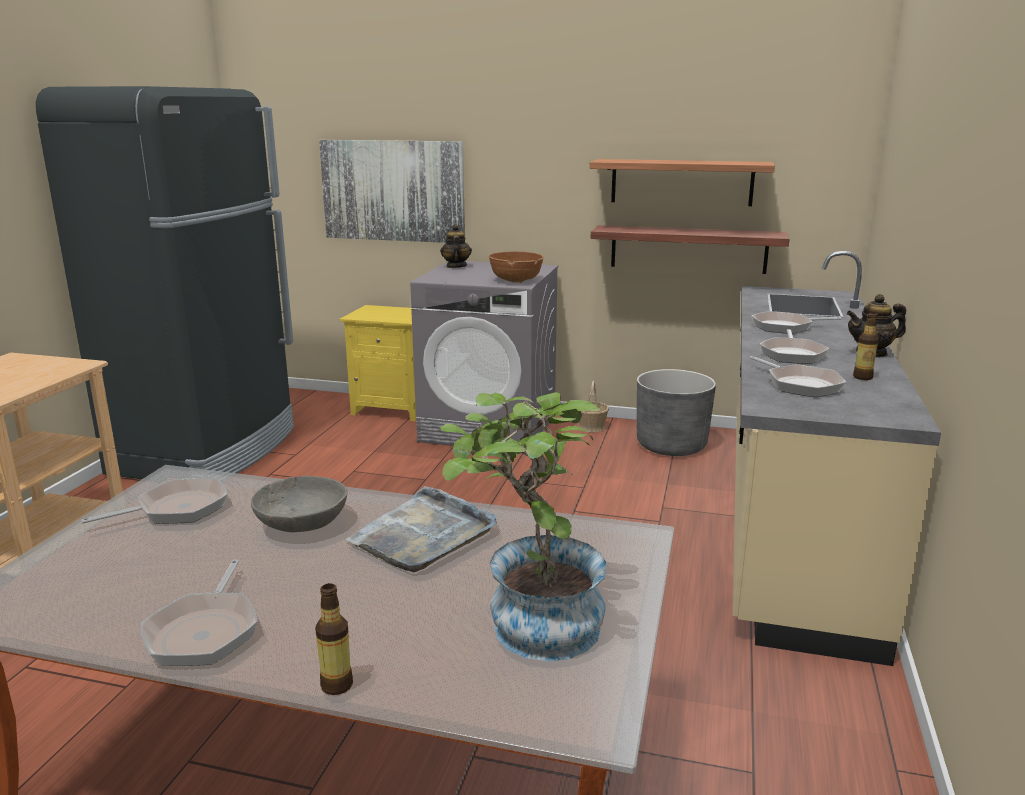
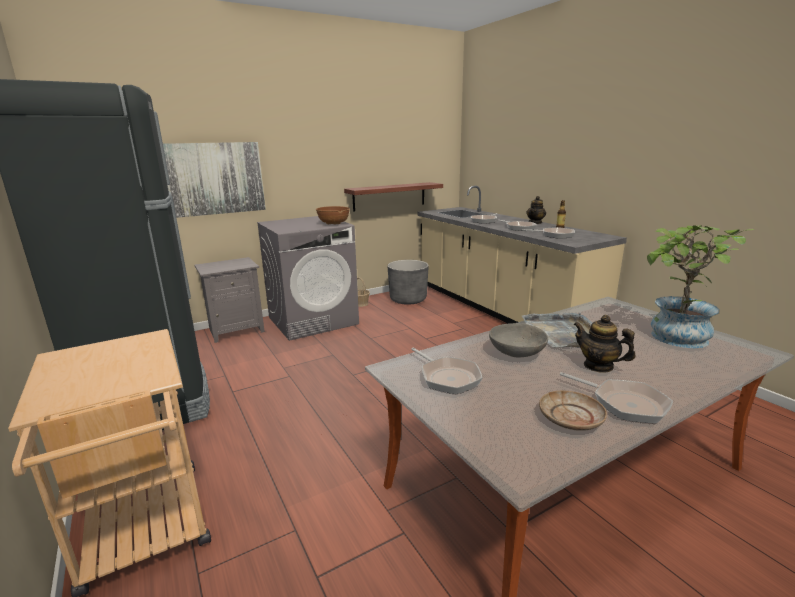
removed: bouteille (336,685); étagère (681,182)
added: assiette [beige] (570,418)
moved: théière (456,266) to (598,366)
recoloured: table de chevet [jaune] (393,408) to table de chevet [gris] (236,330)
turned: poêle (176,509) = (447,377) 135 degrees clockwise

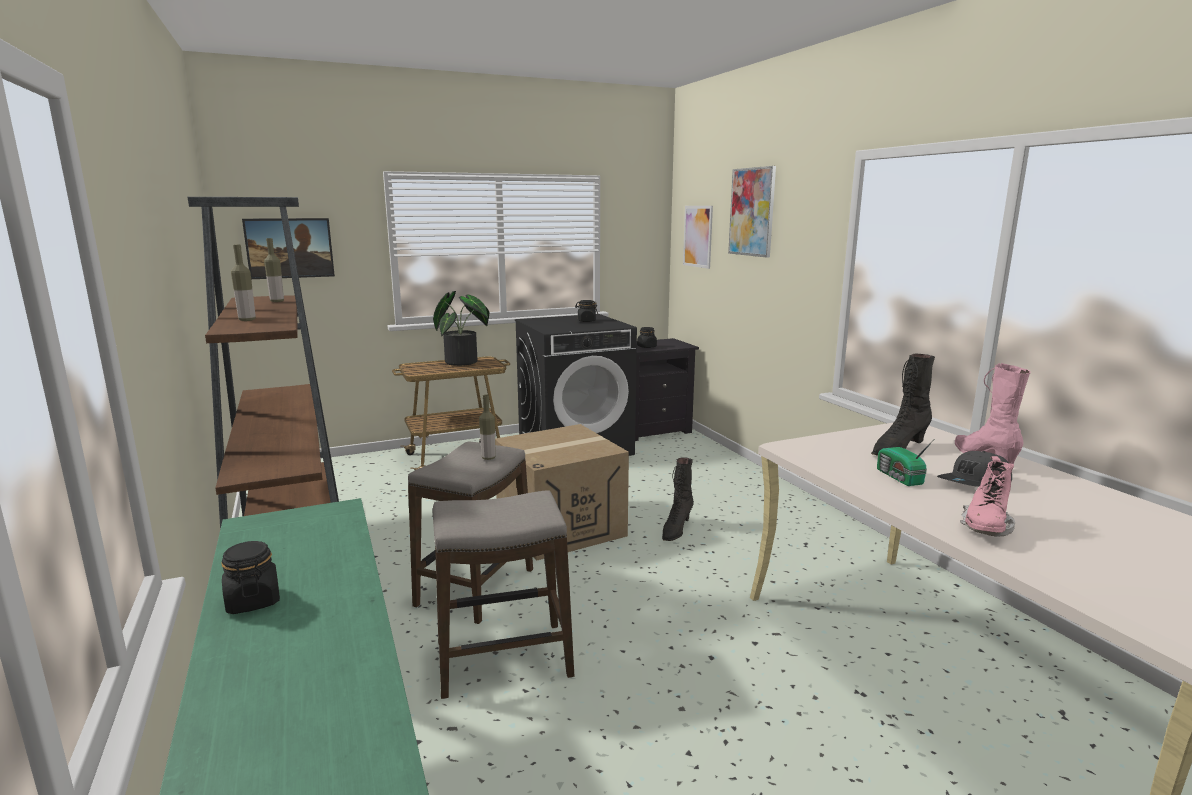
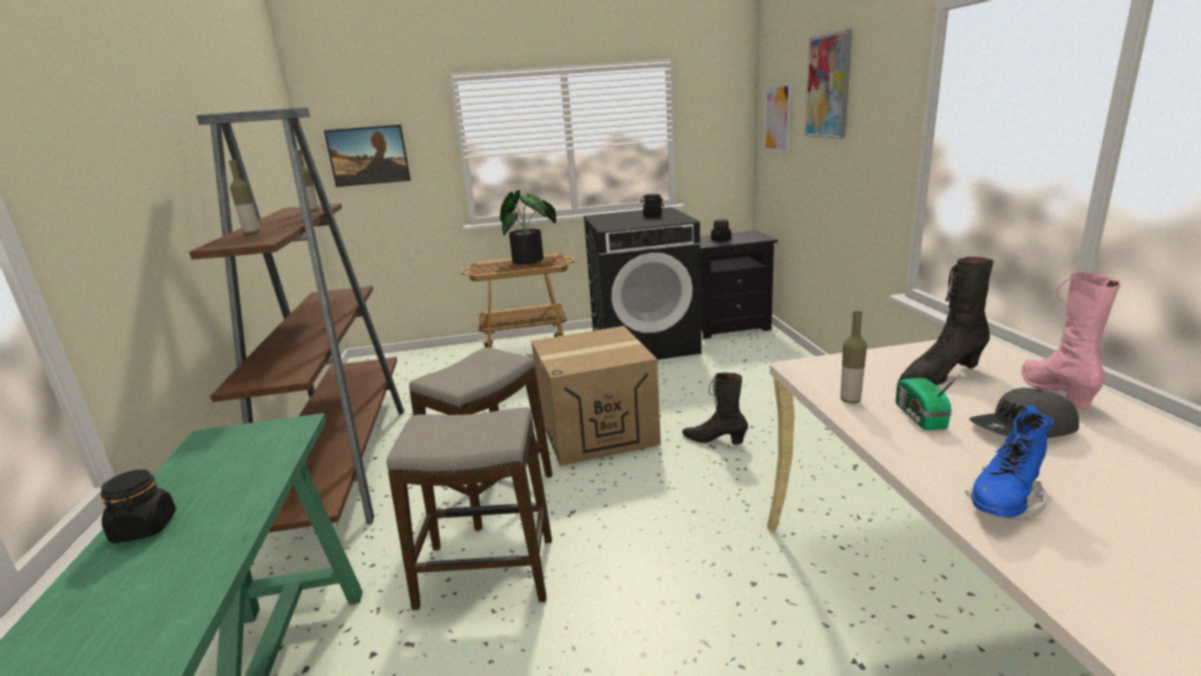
moved: bouteille (488,458) to (850,400)
recoloured: botte [rose] (985,527) to botte [bleu] (1004,502)
turned: botte [noir] (676,529) = (714,440) 75 degrees clockwise

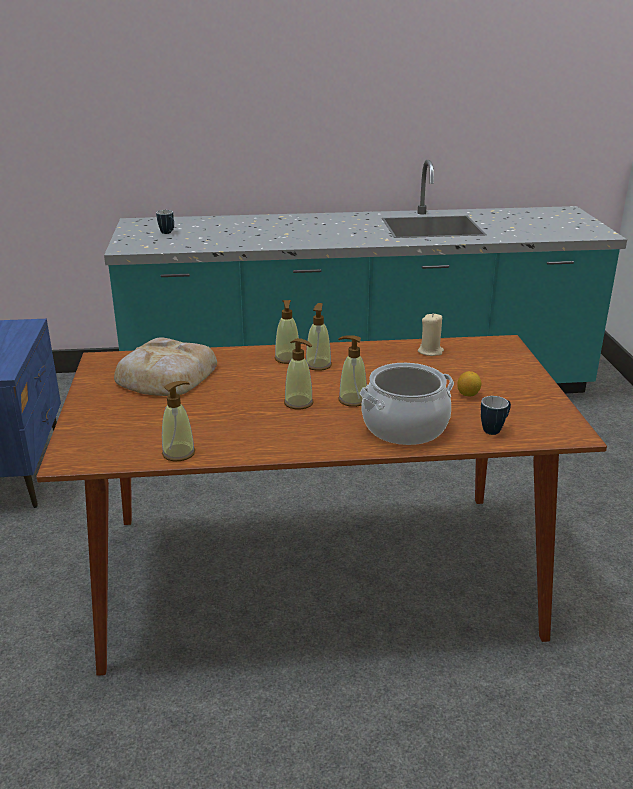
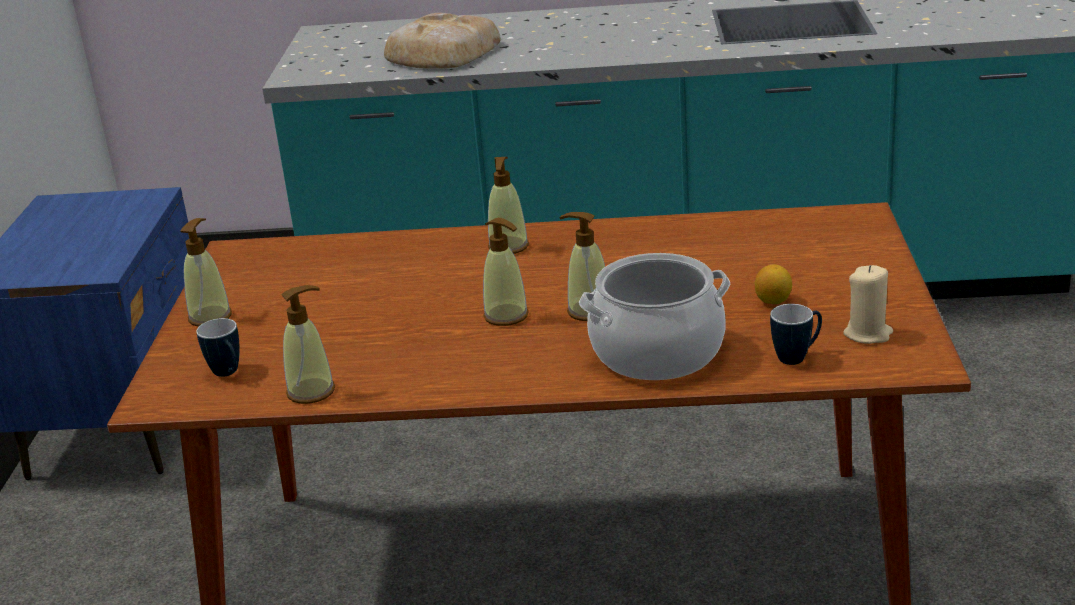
moved: pain (165,376) to (441,53); mug (168,233) to (229,374); distributeur de savon (318,365) to (210,317); bougie [beige] (430,351) to (868,334)

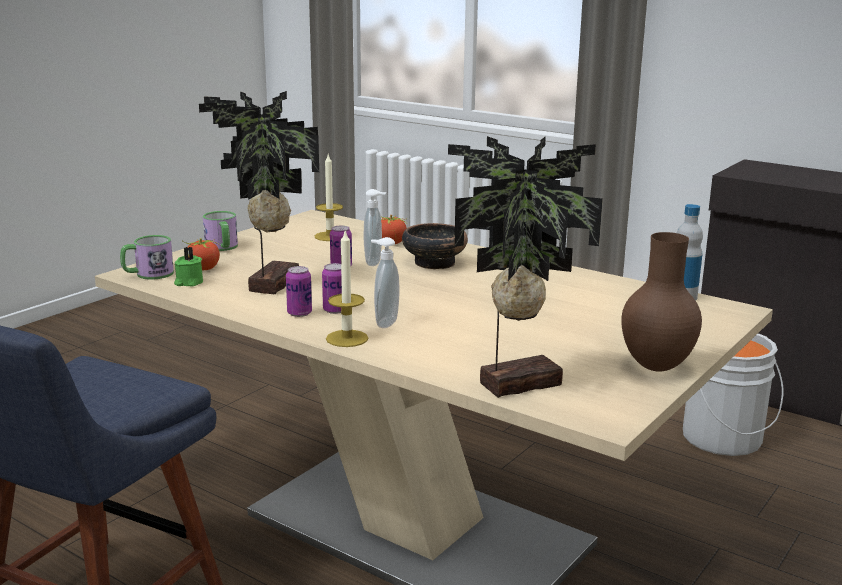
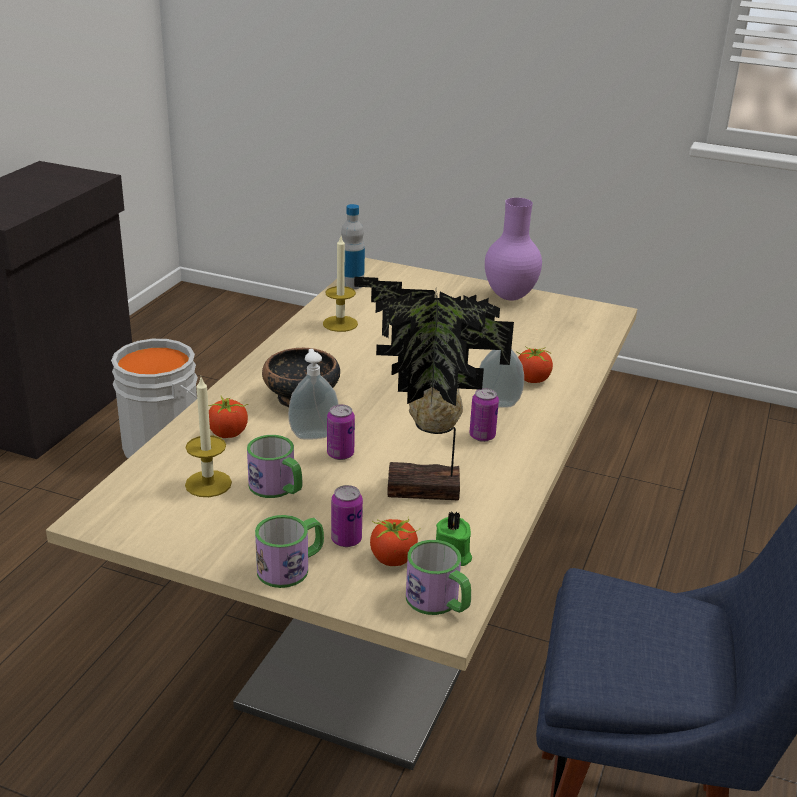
removed: plante en pot (516,382)
added: mug (277,488); tomate (532,380)
moved: boîte métallique (299,313) to (346,540); bougie (347,338) to (340,324)
recoloured: vase [marron] (654,366) to vase [violet] (509,297)

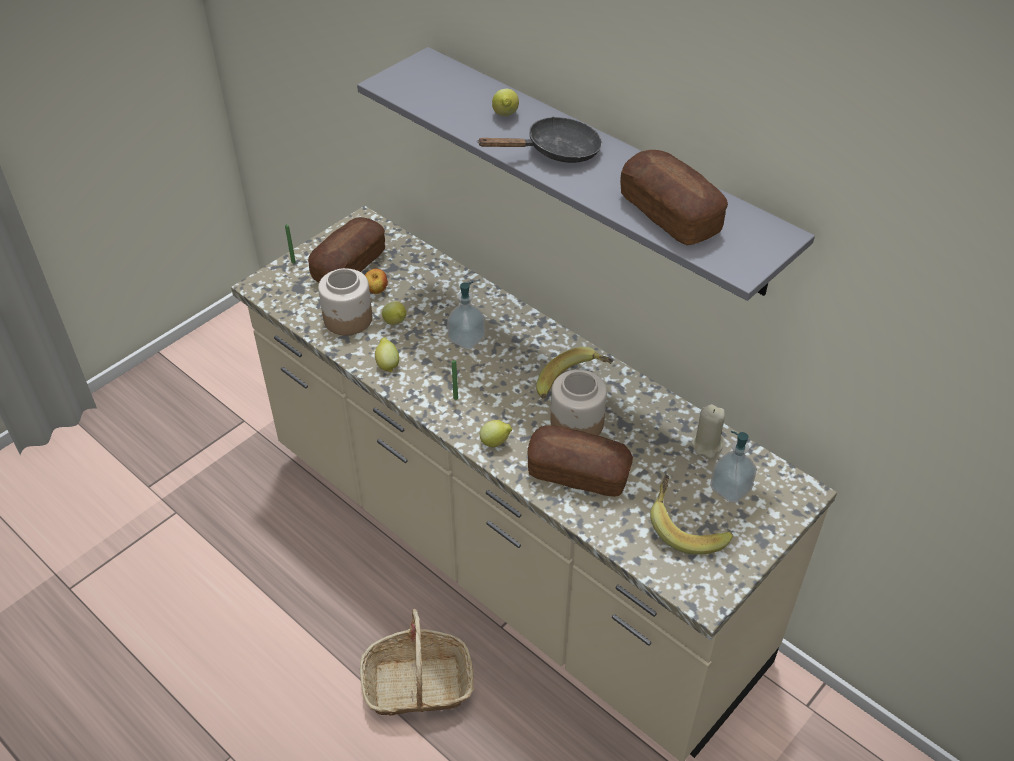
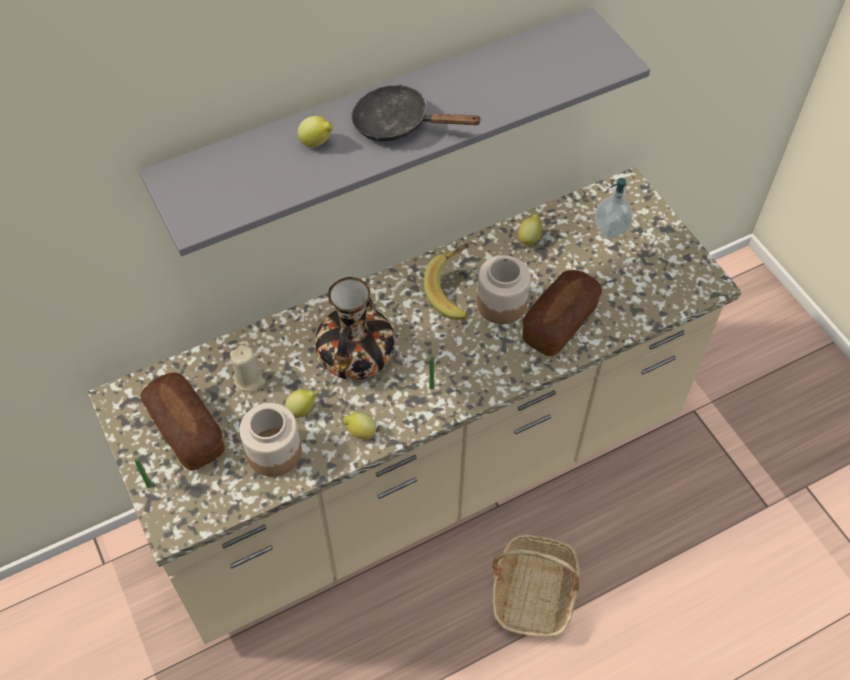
removed: pomme (376,291); pain (669,214); banane (686,527)
moved: citron (496,442) to (529,238); bougie [beige] (707,445) to (249,380)
replaced: distributeur de savon (466,339) to vase (355,355)
turned: poêle [noir] (555,152) = (399,124) 75 degrees counterclockwise

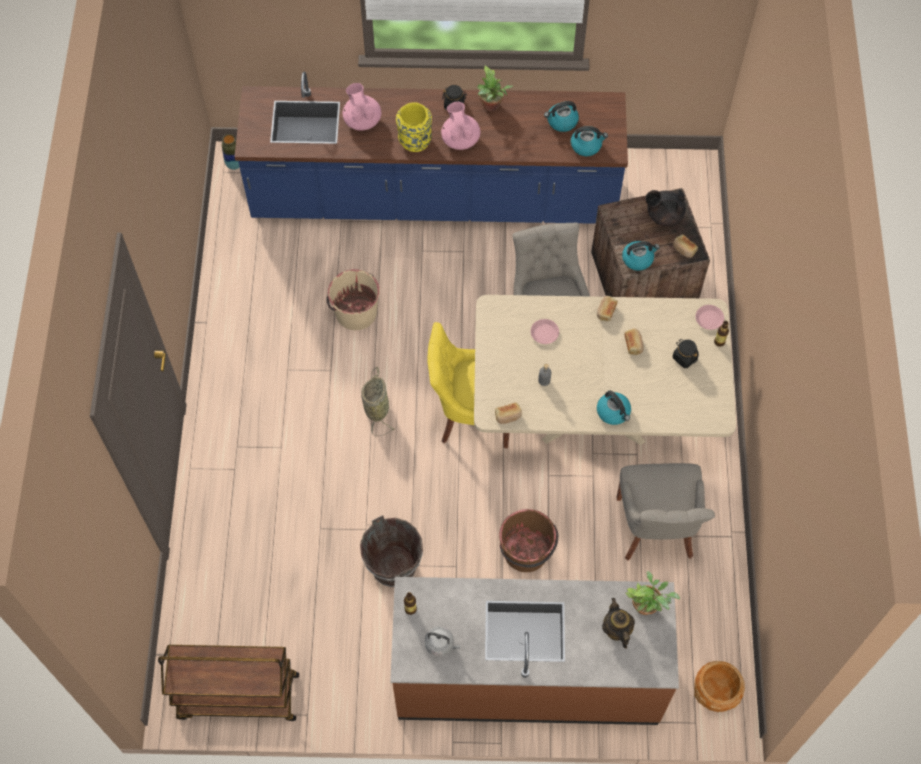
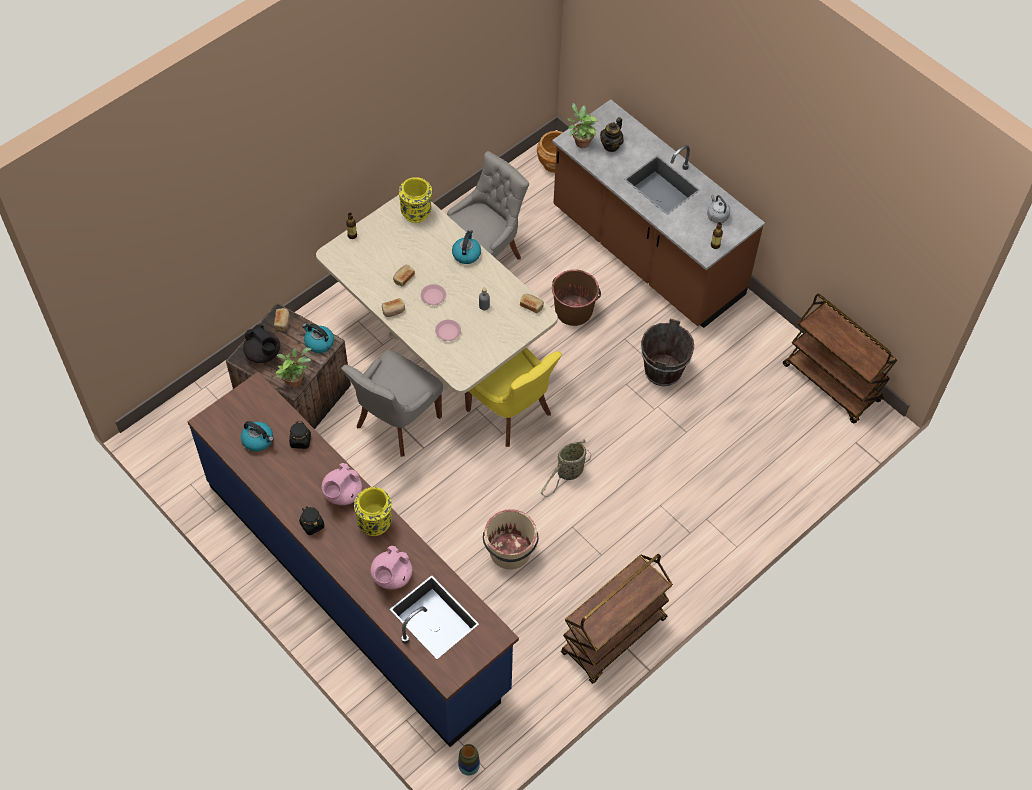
removed: bouilloire (586,145)
added: vase [jaune] (416,213); chariot [marron] (613,637)
moved: plante en pot (491,106) to (295,379); bocal [noir] (684,358) to (300,441); assiette [rose] (709,319) to (433,296)

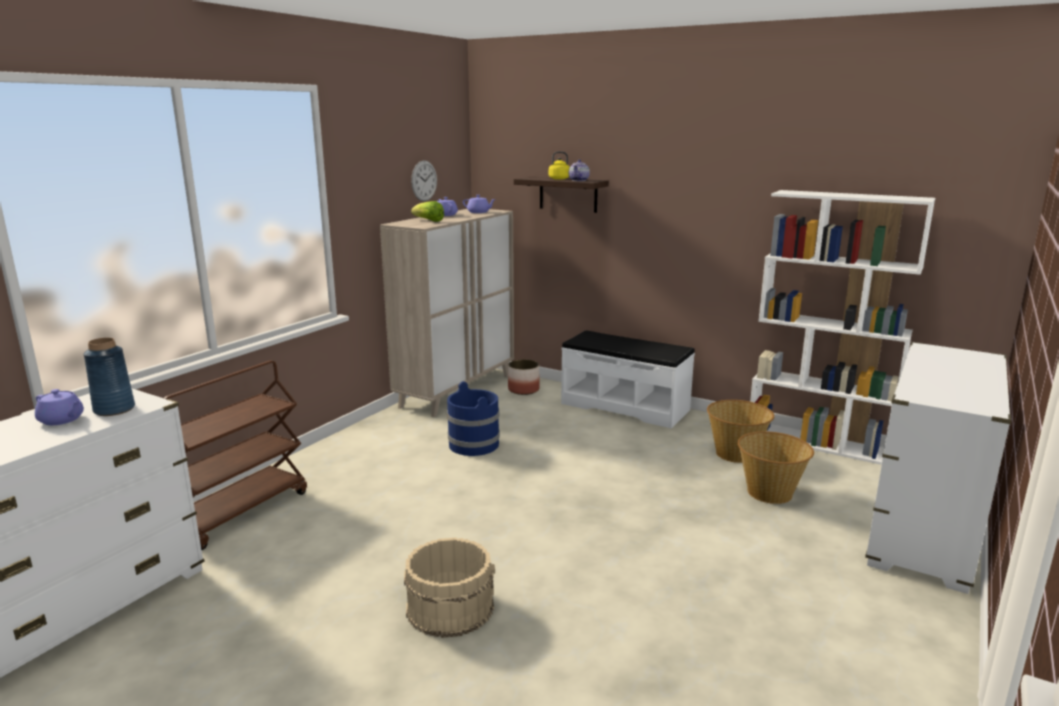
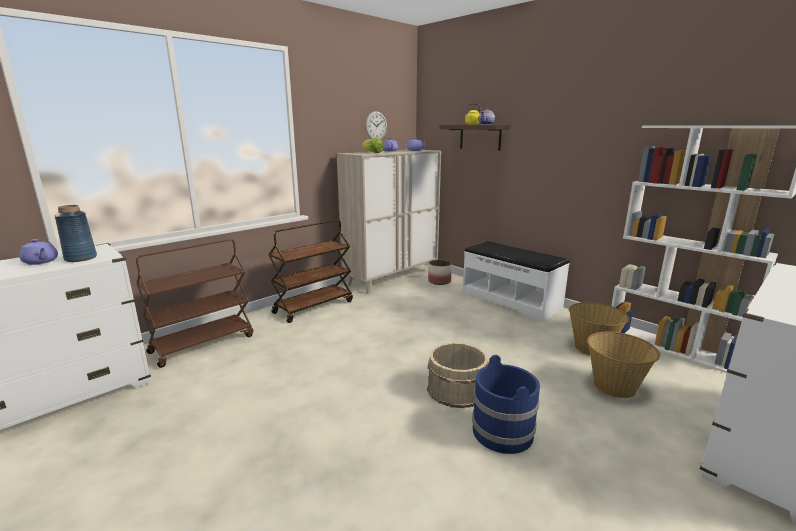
added: chariot [marron] (314,306)
moved: seau [beige] (450,607) to (457,389); seau [bleu] (474,444) to (503,432)

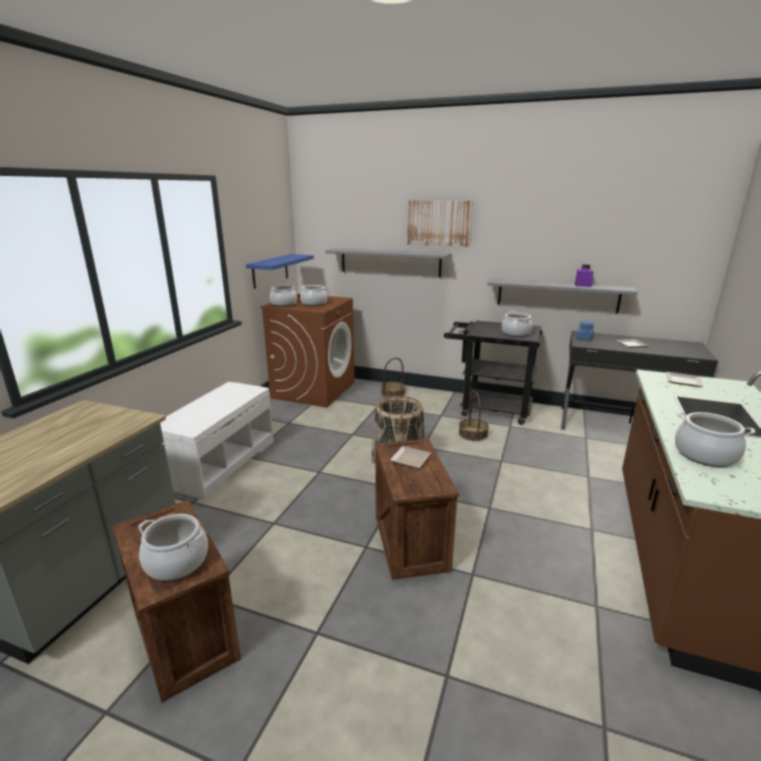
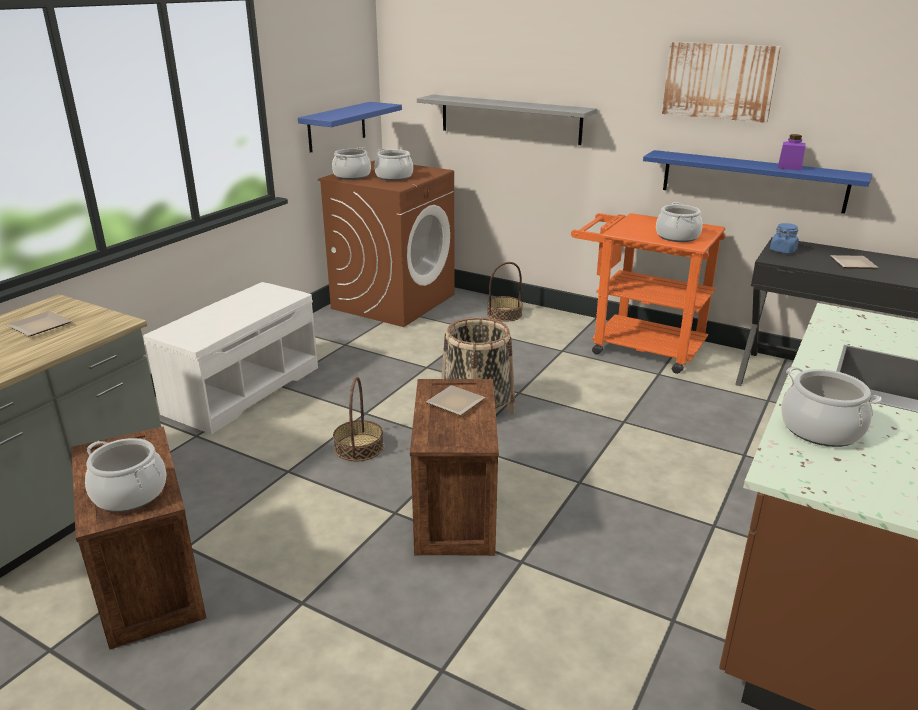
moved: tableau (439,223) to (719,81); panier (473,434) to (358,447); assiette (682,381) to (38,326)
recoloured: chariot [noir] (488,408) to chariot [orange] (637,346); étagère [gris] (557,295) to étagère [bleu] (752,181)

